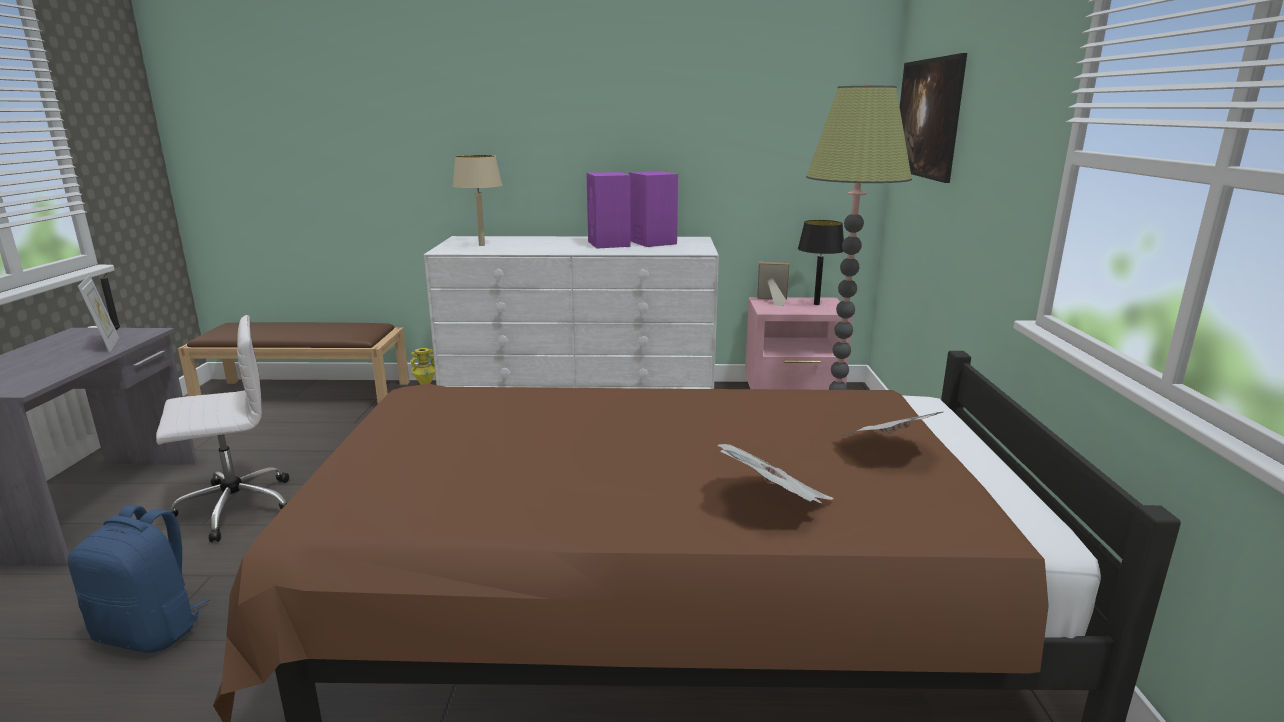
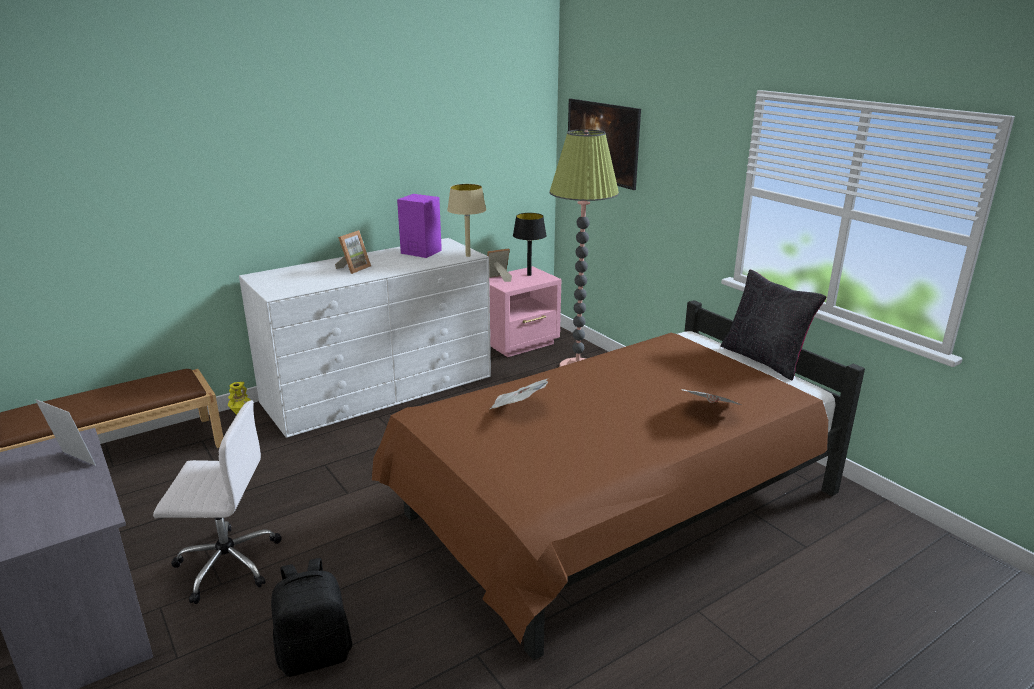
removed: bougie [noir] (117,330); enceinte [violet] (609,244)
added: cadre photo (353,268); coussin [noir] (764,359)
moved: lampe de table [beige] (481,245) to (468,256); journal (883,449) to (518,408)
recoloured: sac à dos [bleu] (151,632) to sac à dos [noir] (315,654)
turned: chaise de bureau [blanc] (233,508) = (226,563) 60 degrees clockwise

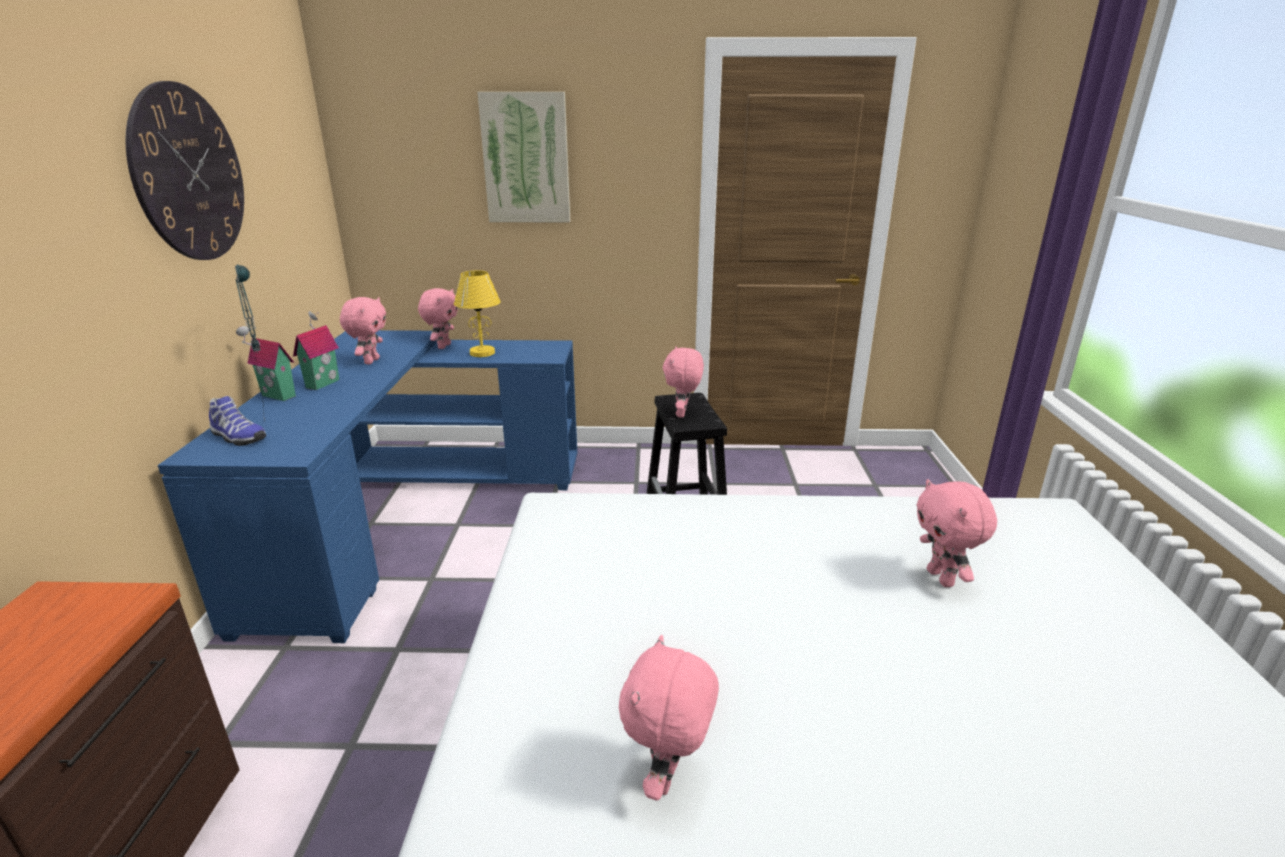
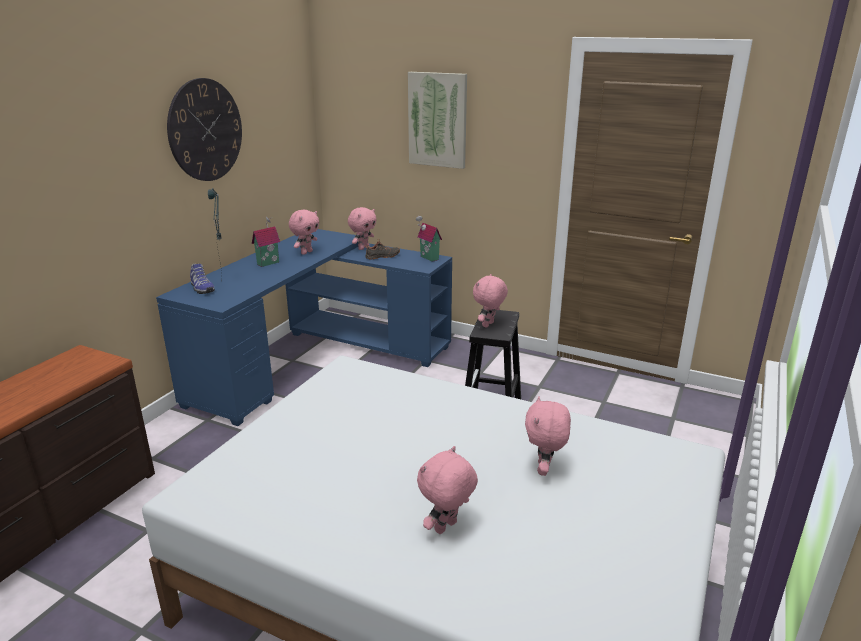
moved: maison miniature (276,396) to (428,258); peluche [rose] (668,778) to (446,528)
replaced: lampe de table [jaune] (482,353) to chaussure [noir] (383,257)

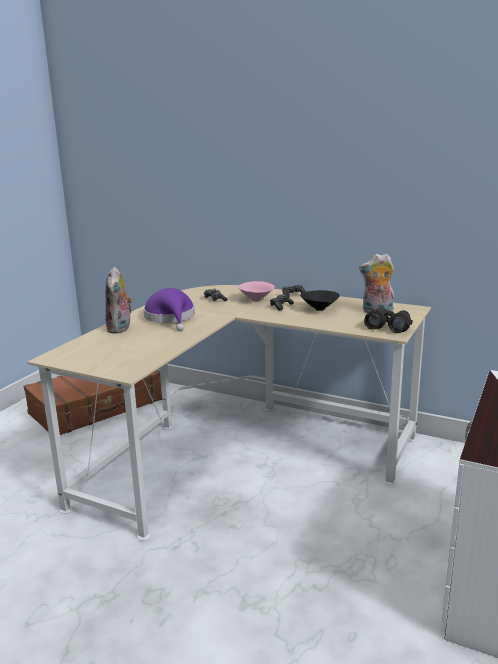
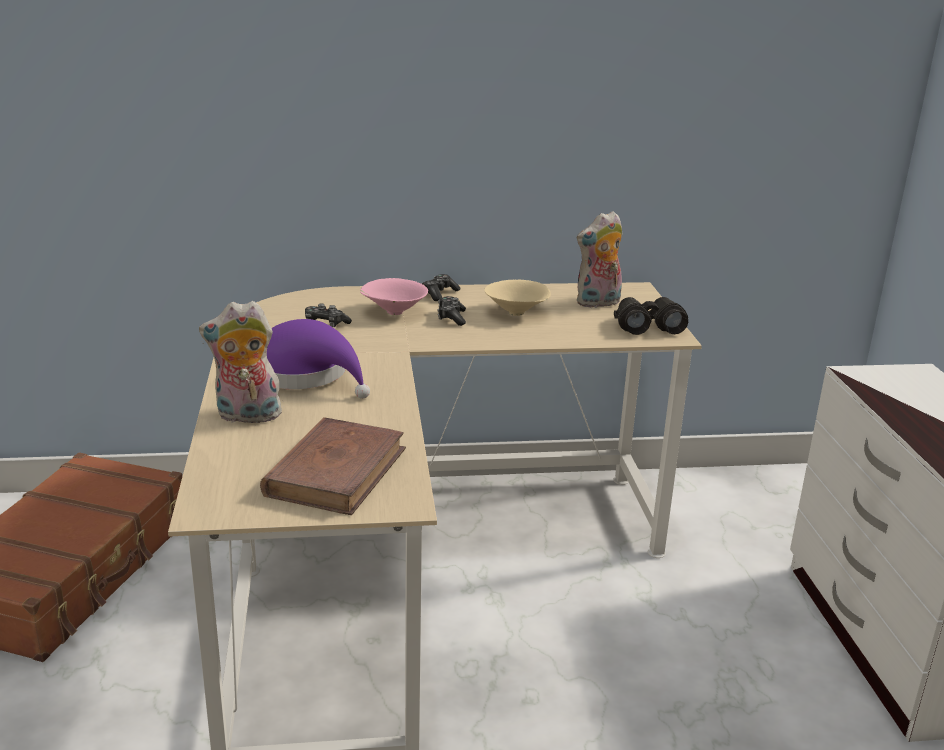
added: livre [marron] (336,471)
recoloured: bol [noir] (320,310) to bol [beige] (517,313)
turned: peluche (120,329) = (246,416) 120 degrees clockwise

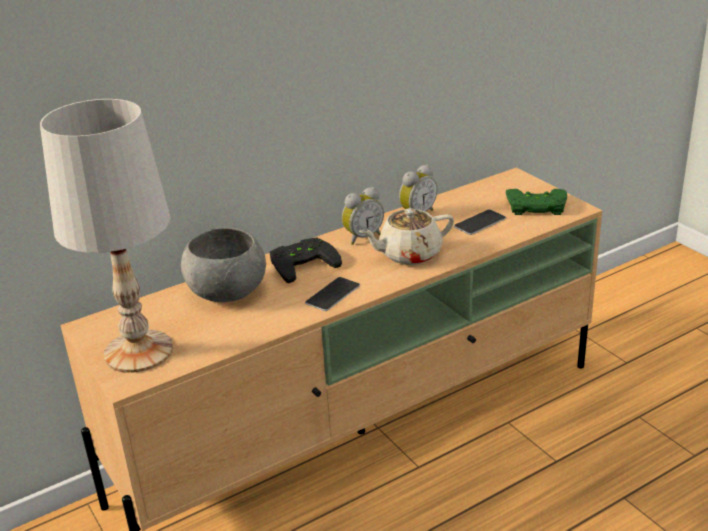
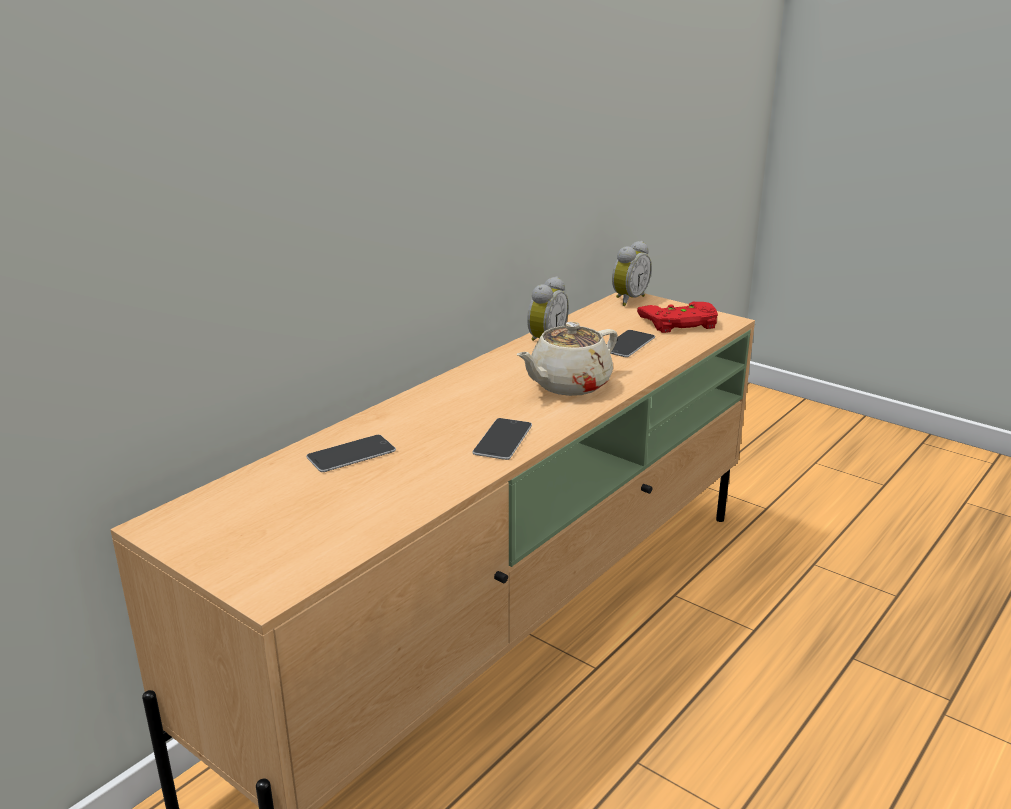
removed: lampe de table [blanc] (139,351); manette [noir] (302,262)
moved: réveil (362,237) to (627,300)
replaced: bol [gris] (226,292) to téléphone (351,454)
recoloured: manette [vert] (536,207) to manette [rouge] (679,323)

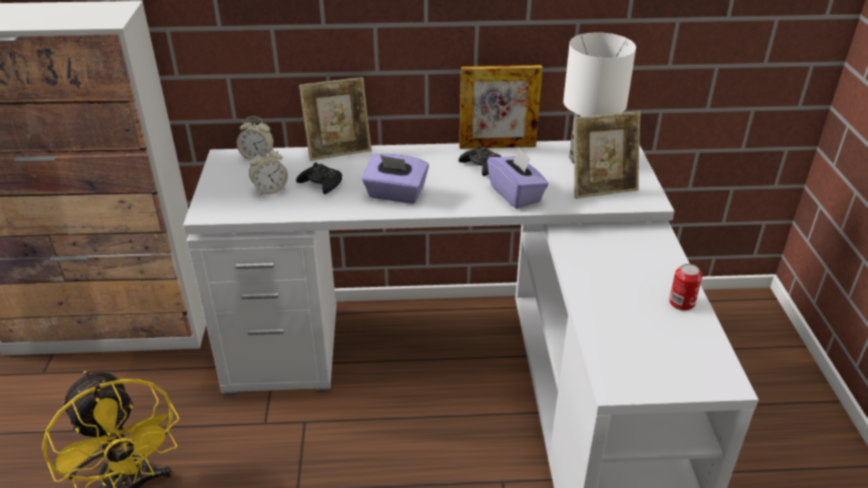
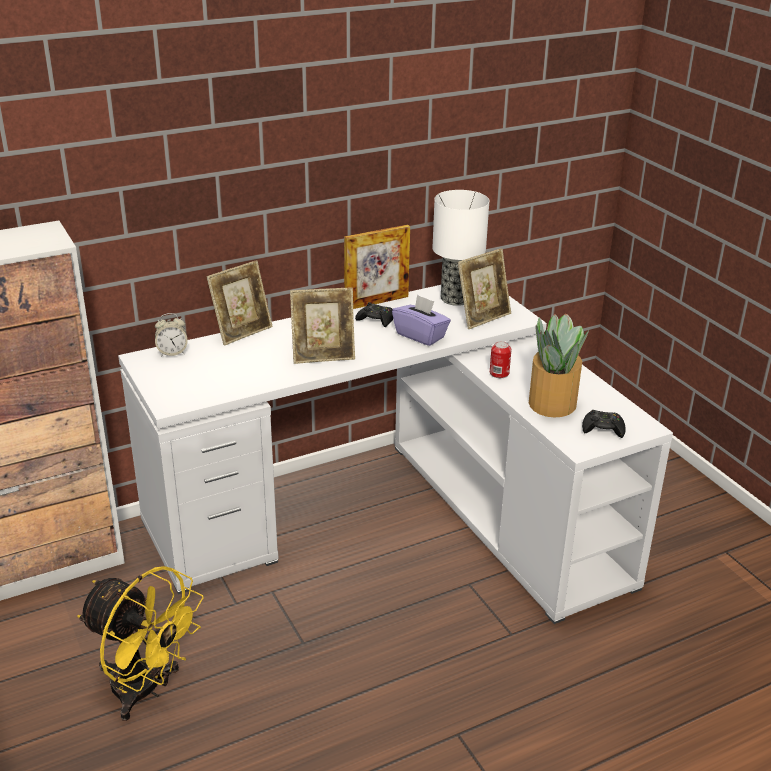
removed: réveil (270,190)
added: plante en pot (551,403)
moved: manette [noir] (321,183) to (603,429); boîte métallique (681,302) to (499,373)
replaced: boîte à mouchoirs [violet] (395,194) to cadre photo (323,356)

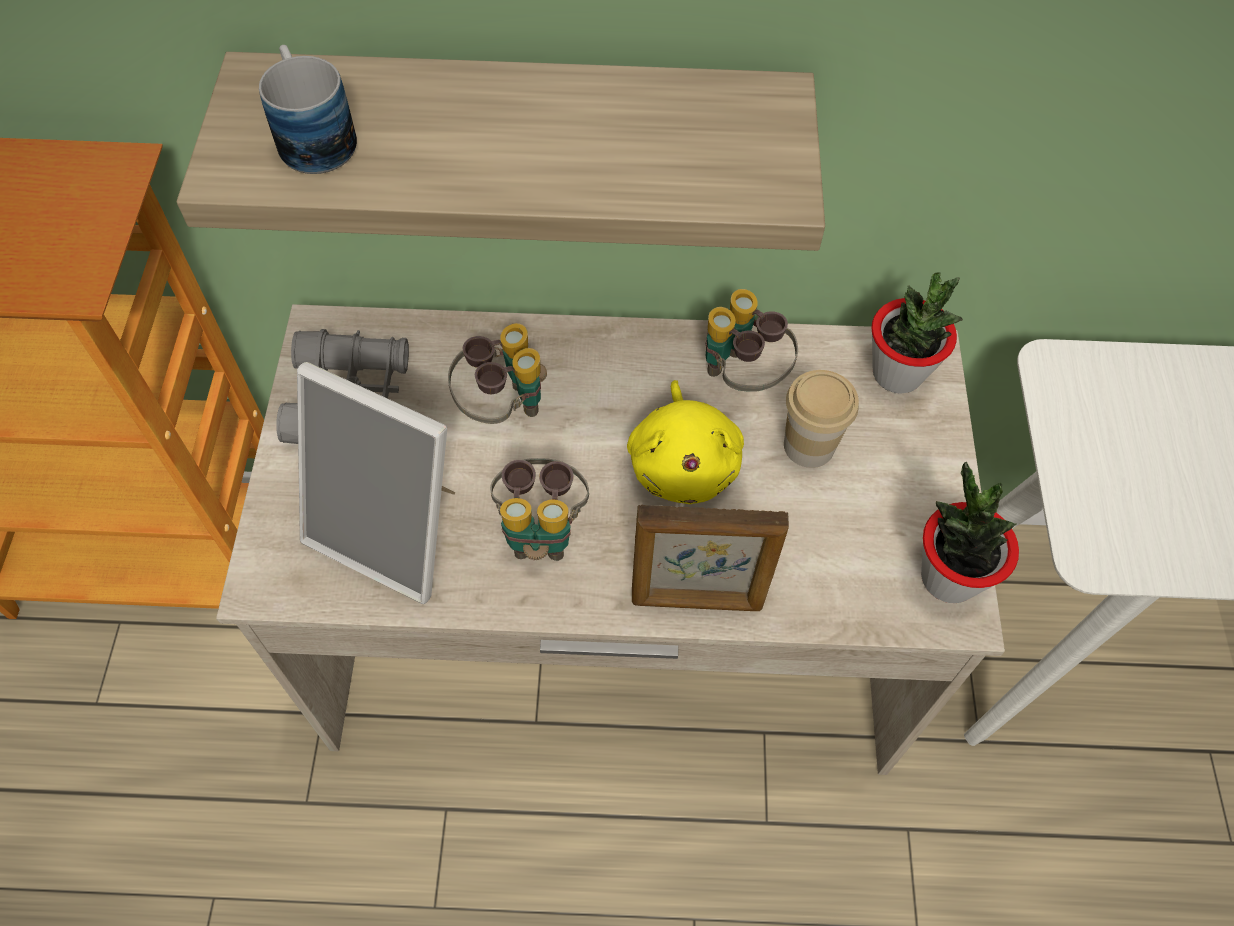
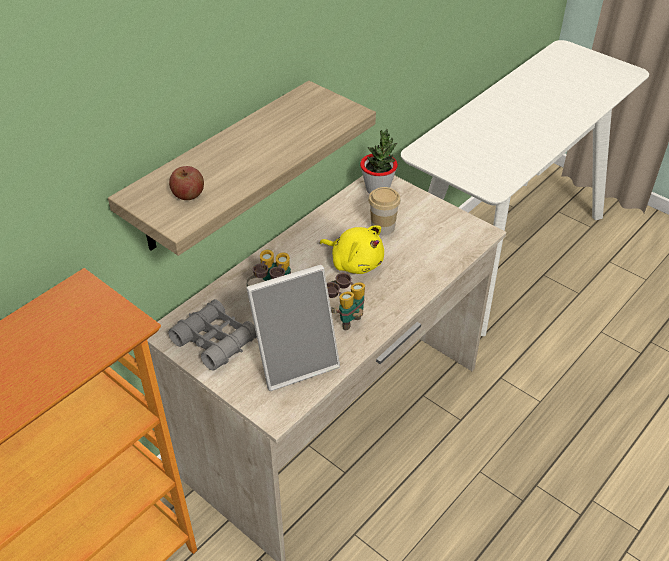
removed: cadre photo (697,600); jumelles (742,376); plante en pot (948,577)
replaced: mug (313,135) to pomme (188,194)

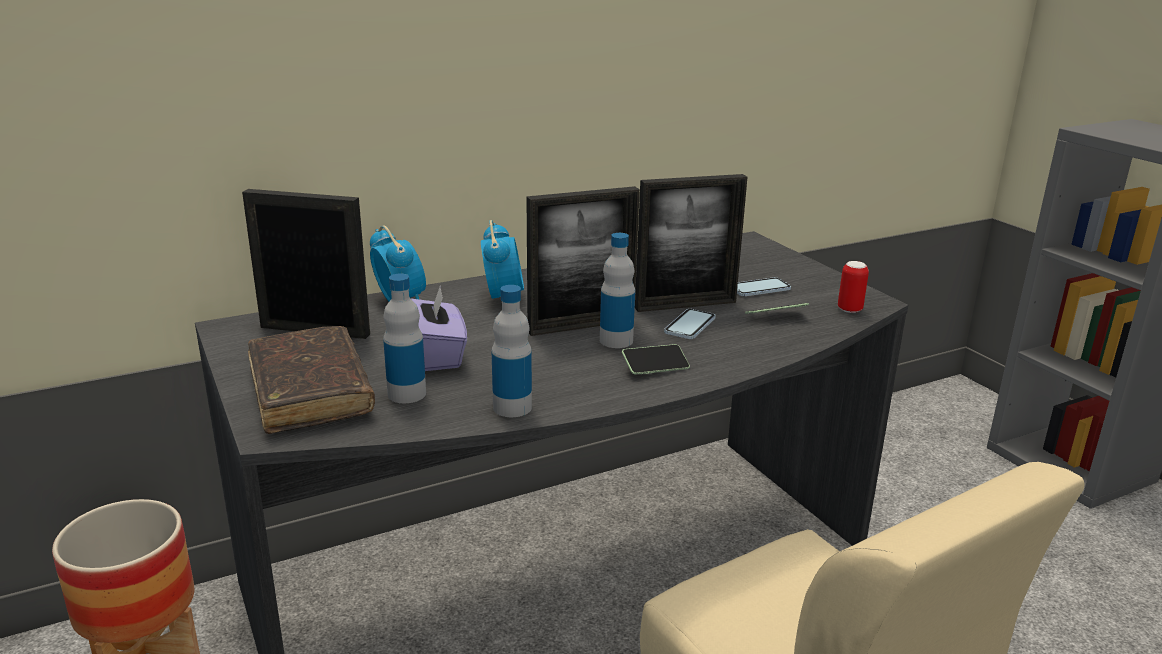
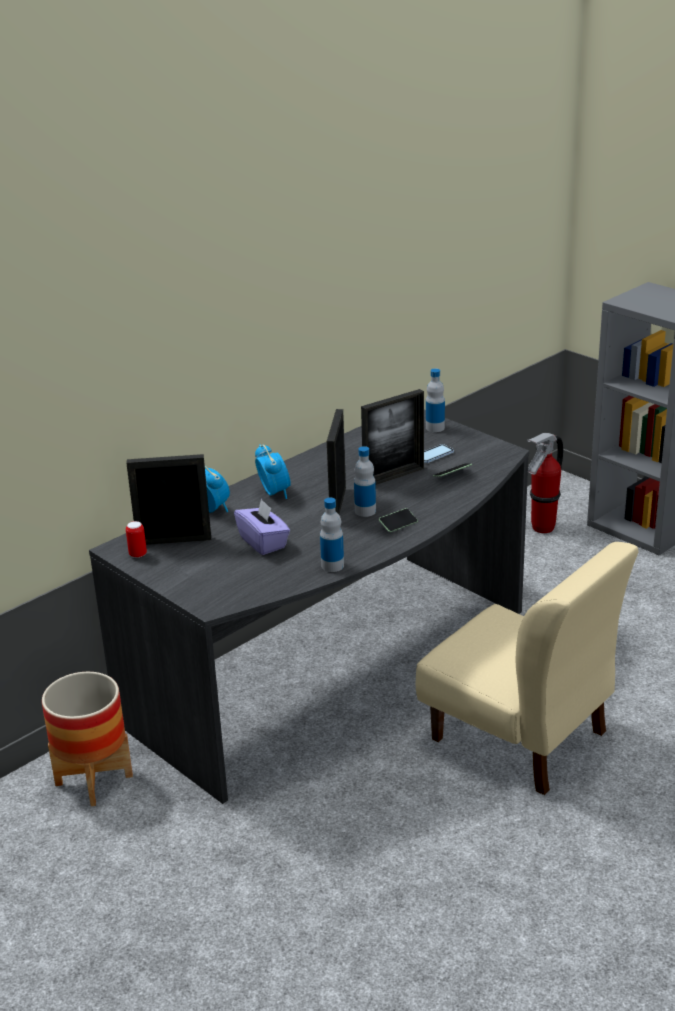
removed: livre [marron] (310,392); téléphone (690,326)
added: extincteur (542,528)
moved: bouteille (407,394) to (435,428); boîte métallique (849,309) to (138,554)
turned: cadre photo (581,326) = (338,505) 135 degrees clockwise

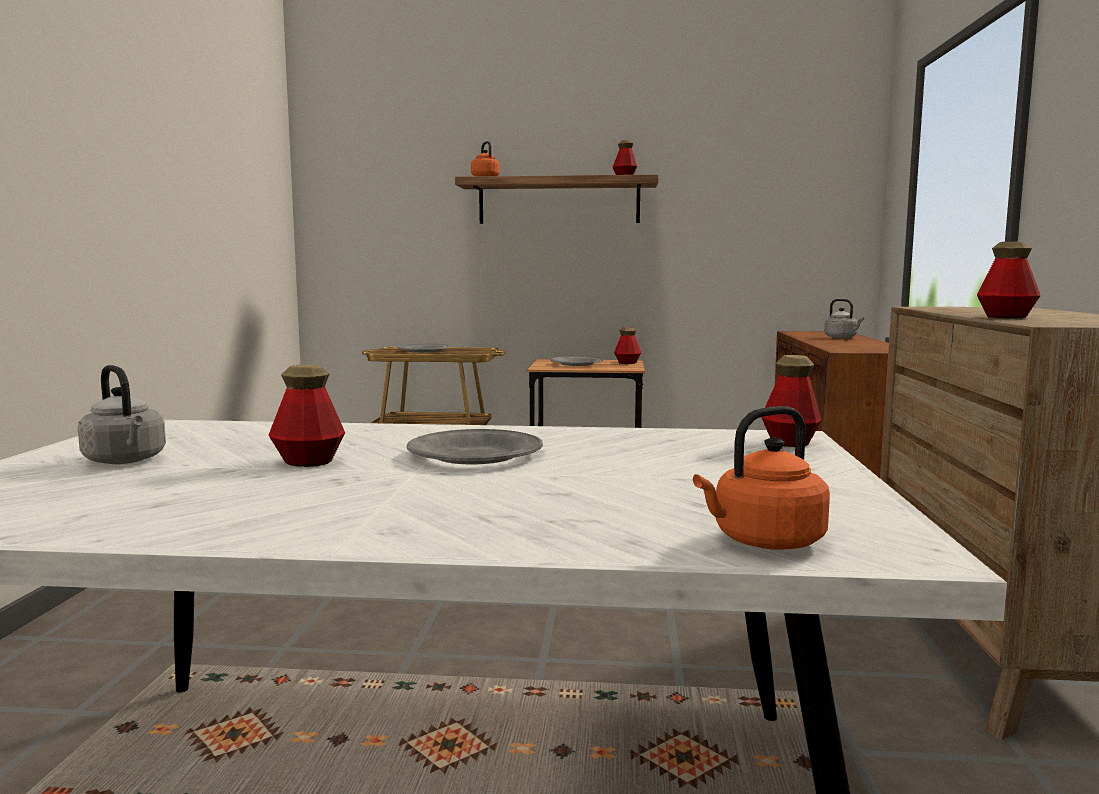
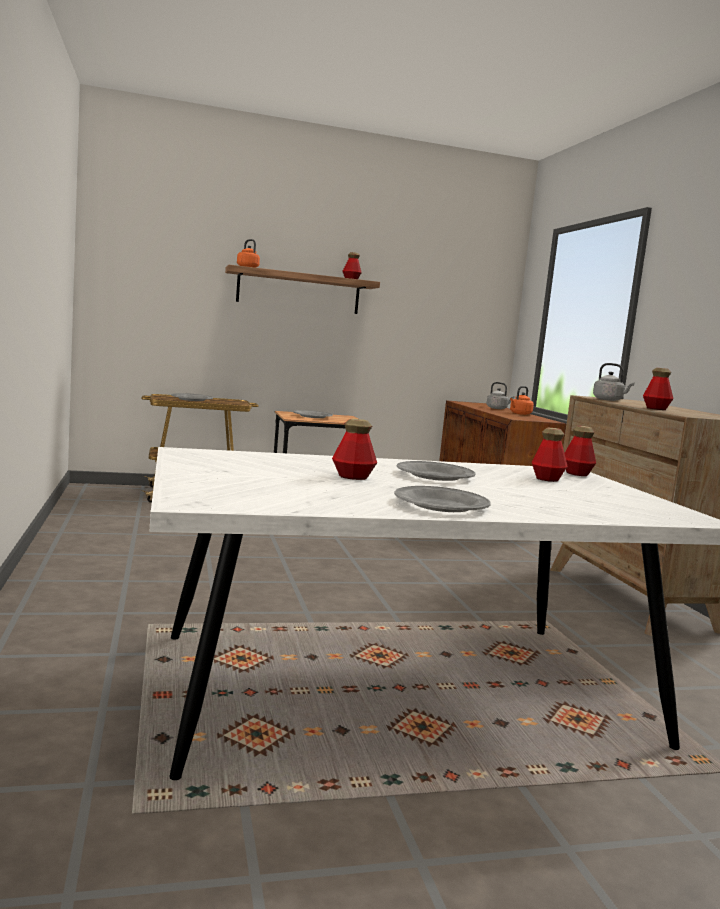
added: assiette [gris] (441,505)
moved: bouilloire [gris] (126,461) to (609,400); bouteille (627,363) to (547,479); bouilloire [orange] (764,542) to (519,413)

